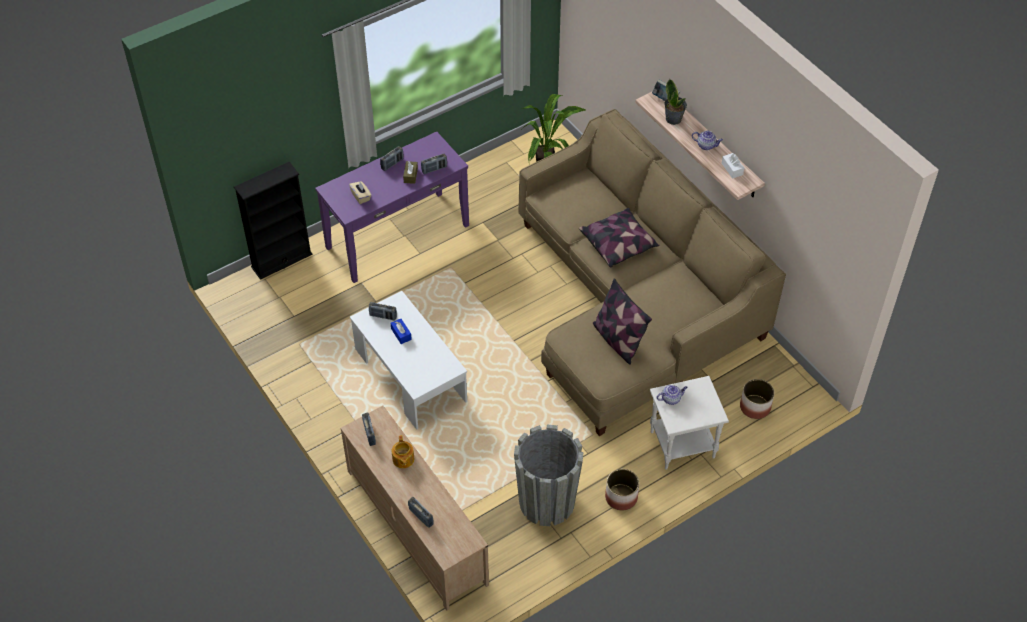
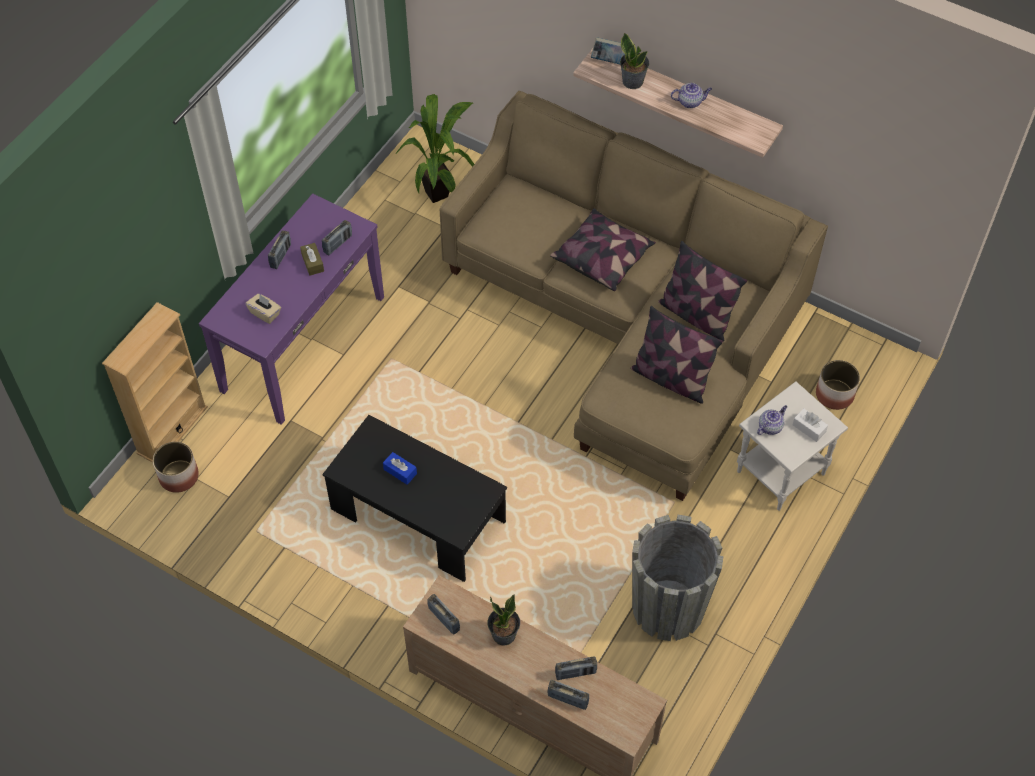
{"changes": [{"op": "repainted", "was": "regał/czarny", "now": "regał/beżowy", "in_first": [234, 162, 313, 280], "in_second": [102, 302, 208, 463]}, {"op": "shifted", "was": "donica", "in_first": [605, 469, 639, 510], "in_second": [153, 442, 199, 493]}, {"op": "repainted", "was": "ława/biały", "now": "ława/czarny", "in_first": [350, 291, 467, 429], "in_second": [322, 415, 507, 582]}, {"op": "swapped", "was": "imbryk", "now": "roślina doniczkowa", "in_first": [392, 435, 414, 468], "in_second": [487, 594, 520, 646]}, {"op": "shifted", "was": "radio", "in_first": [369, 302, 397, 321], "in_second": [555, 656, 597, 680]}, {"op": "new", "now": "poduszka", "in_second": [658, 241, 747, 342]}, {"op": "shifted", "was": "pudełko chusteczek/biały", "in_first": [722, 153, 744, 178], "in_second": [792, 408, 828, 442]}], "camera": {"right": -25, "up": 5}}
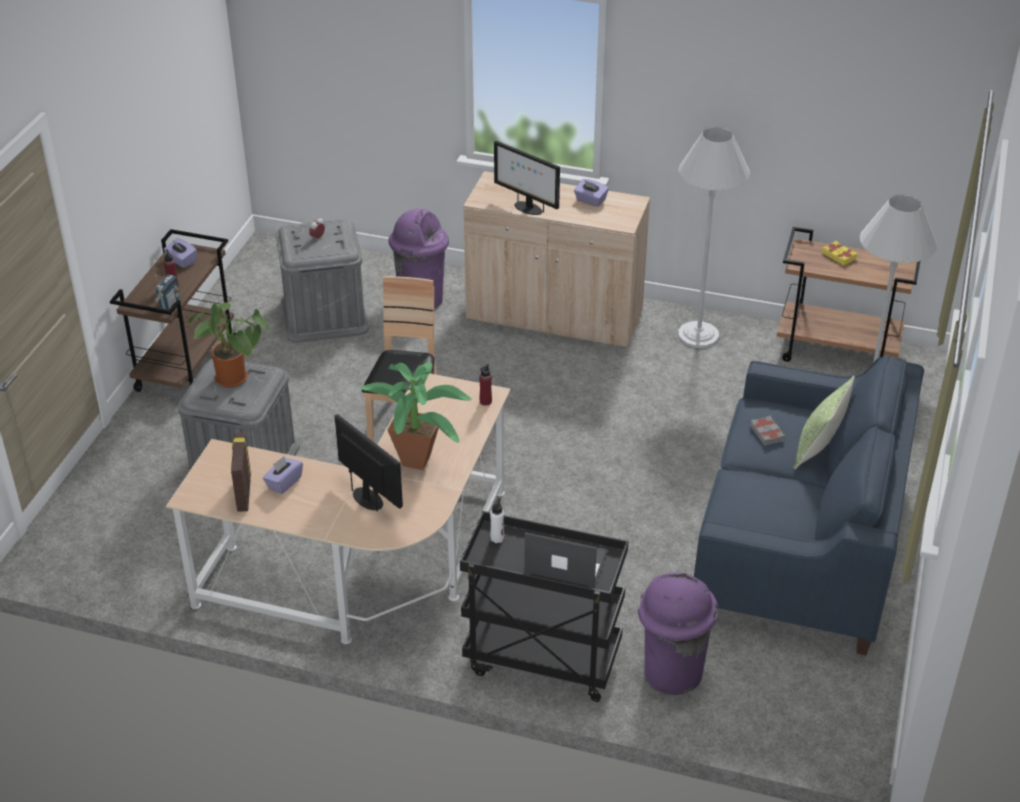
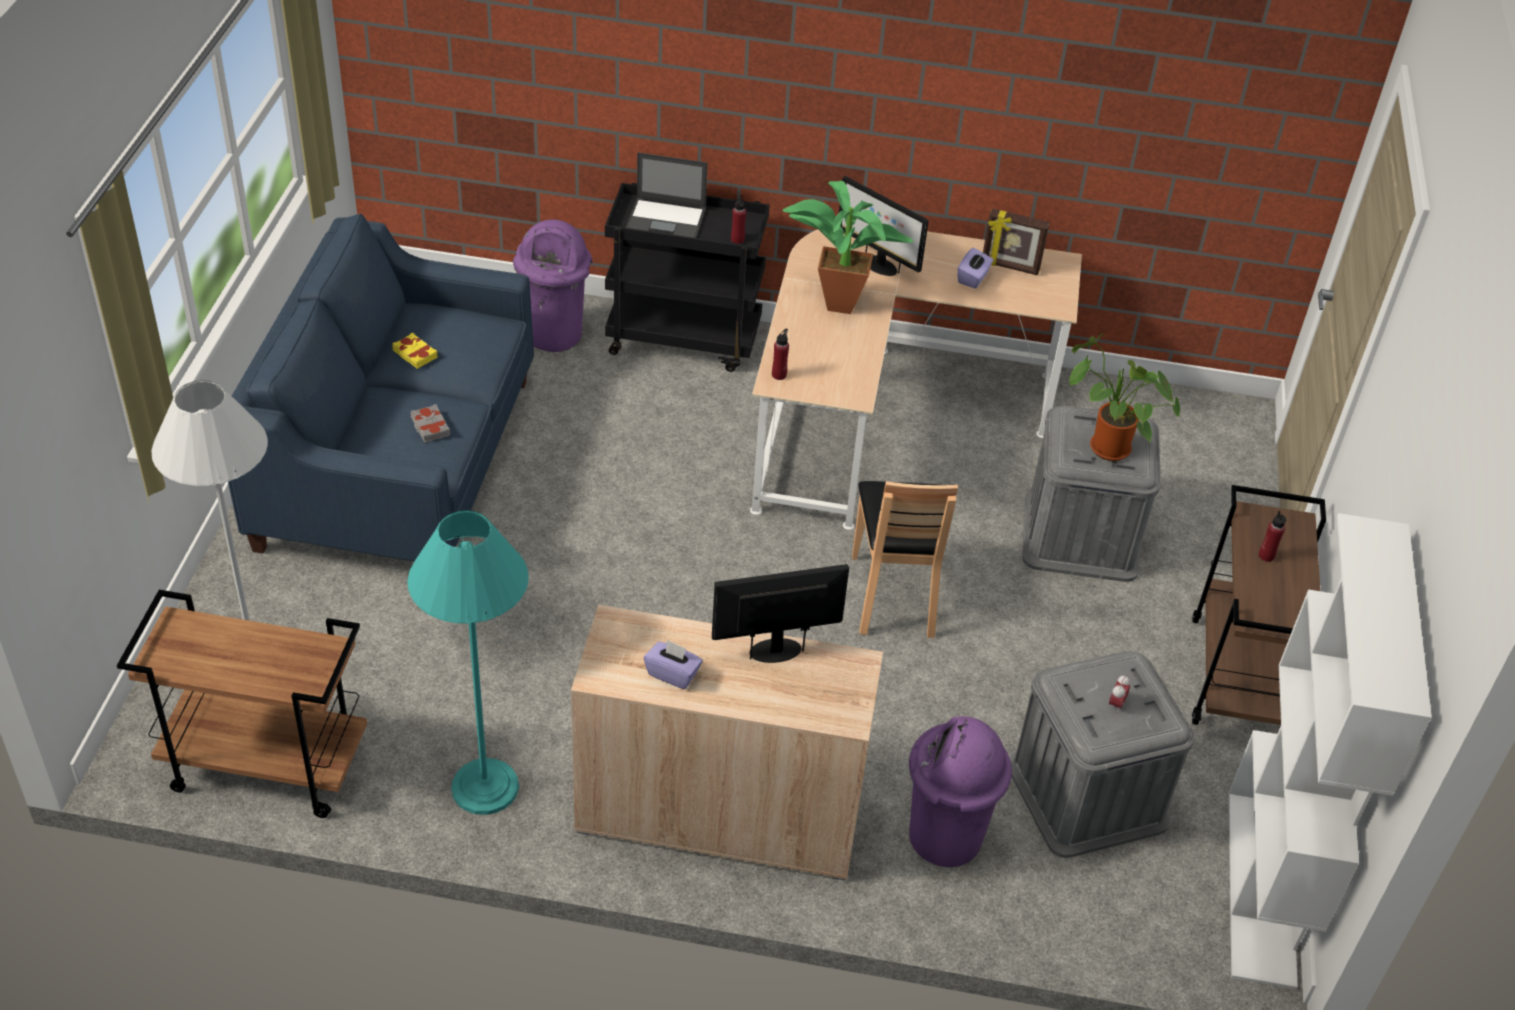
{"changes": [{"op": "shifted", "was": "książka/żółty", "in_first": [822, 241, 857, 265], "in_second": [392, 332, 437, 369]}, {"op": "repainted", "was": "lampa stojąca/biały", "now": "lampa stojąca/turkusowy", "in_first": [678, 127, 750, 348], "in_second": [407, 510, 529, 815]}, {"op": "rotated", "was": "monitor", "in_first": [494, 141, 560, 215], "in_second": [712, 564, 849, 663], "clockwise": -45}, {"op": "repainted", "was": "butelka/biały", "now": "butelka/czerwony", "in_first": [490, 498, 504, 543], "in_second": [731, 195, 746, 244]}, {"op": "rotated", "was": "ramka na zdjęcie", "in_first": [231, 433, 251, 512], "in_second": [983, 208, 1050, 275], "clockwise": 120}, {"op": "new", "now": "regał/biały", "in_second": [1229, 513, 1432, 989]}, {"op": "gone", "was": "radio", "in_first": [154, 275, 179, 310]}, {"op": "gone", "was": "pudełko chusteczek/fioletowy", "in_first": [164, 238, 197, 268]}, {"op": "gone", "was": "poduszka", "in_first": [793, 376, 855, 470]}], "camera": {"right": 170, "up": 5}}
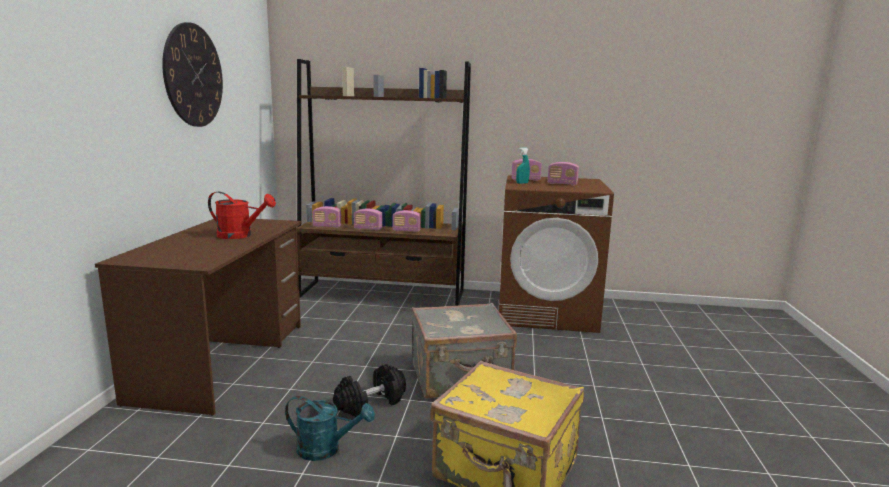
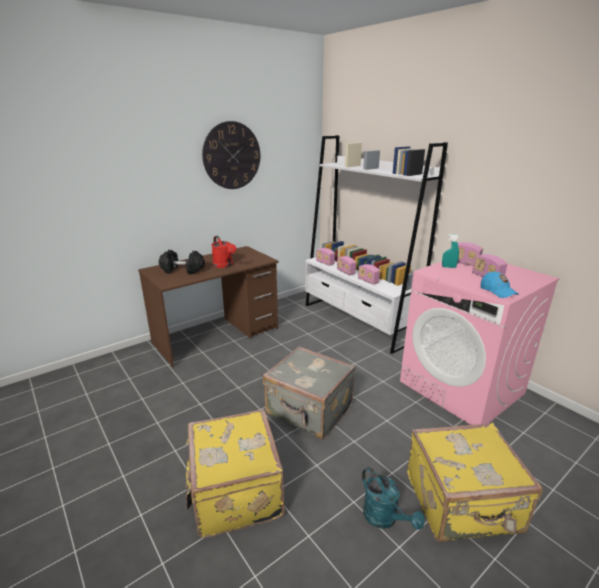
{"changes": [{"op": "shifted", "was": "hantel/czarny", "in_first": [333, 364, 406, 417], "in_second": [159, 250, 205, 274]}, {"op": "repainted", "was": "regał/brązowy", "now": "regał/biały", "in_first": [296, 59, 471, 306], "in_second": [305, 135, 448, 354]}, {"op": "shifted", "was": "konewka/turkusowy", "in_first": [285, 396, 375, 461], "in_second": [362, 467, 425, 530]}, {"op": "repainted", "was": "pralka/brązowy", "now": "pralka/różowy", "in_first": [499, 176, 614, 333], "in_second": [400, 262, 559, 425]}, {"op": "new", "now": "walizka/żółty", "in_second": [407, 423, 543, 542]}, {"op": "new", "now": "czapka z daszkiem/niebieski", "in_second": [481, 271, 519, 298]}], "camera": {"right": 45, "up": 10}}
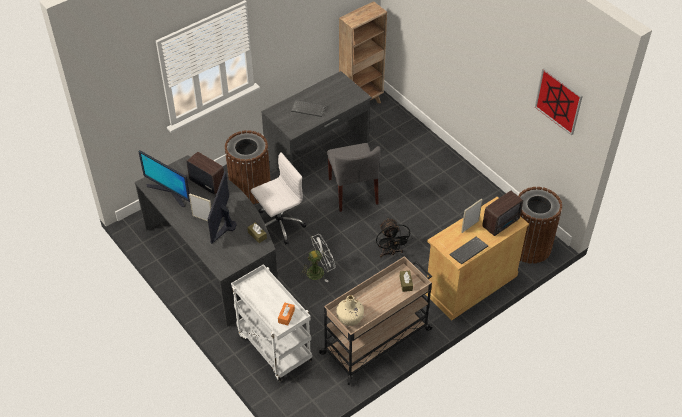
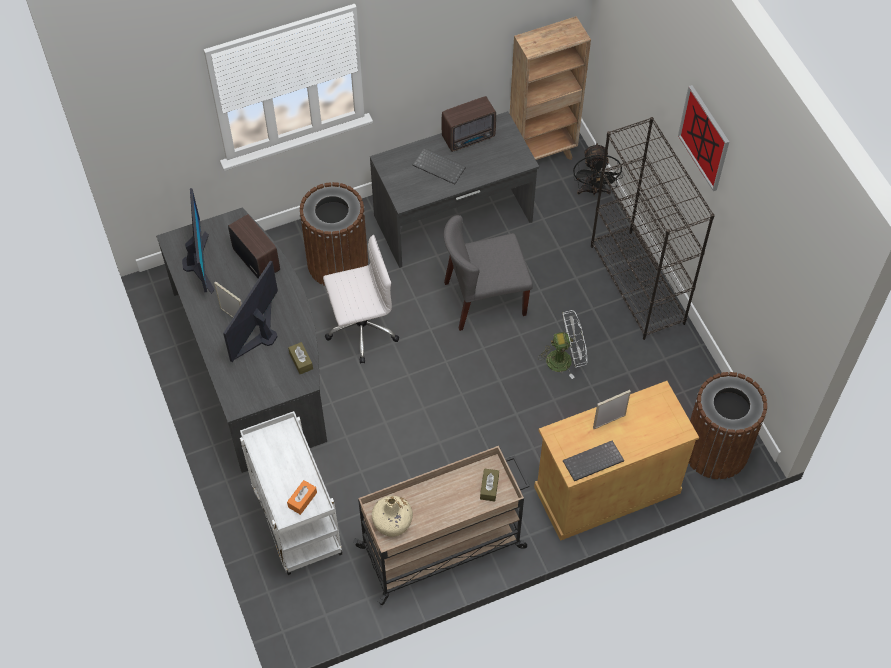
{"changes": [{"op": "rotated", "was": "monitor", "in_first": [138, 150, 190, 207], "in_second": [182, 188, 215, 294], "clockwise": -150}, {"op": "shifted", "was": "radio", "in_first": [482, 191, 523, 236], "in_second": [442, 96, 496, 152]}, {"op": "rotated", "was": "krzesło/szary", "in_first": [327, 143, 381, 212], "in_second": [444, 215, 533, 331], "clockwise": 75}, {"op": "shifted", "was": "wentylator/biały", "in_first": [300, 234, 336, 282], "in_second": [538, 310, 587, 379]}, {"op": "shifted", "was": "wentylator/czarny", "in_first": [376, 218, 412, 258], "in_second": [573, 143, 623, 196]}, {"op": "new", "now": "regał/czarny", "in_second": [591, 117, 715, 340]}, {"op": "shifted", "was": "obraz", "in_first": [535, 68, 583, 135], "in_second": [678, 85, 729, 191]}], "camera": {"right": 15, "up": 10}}
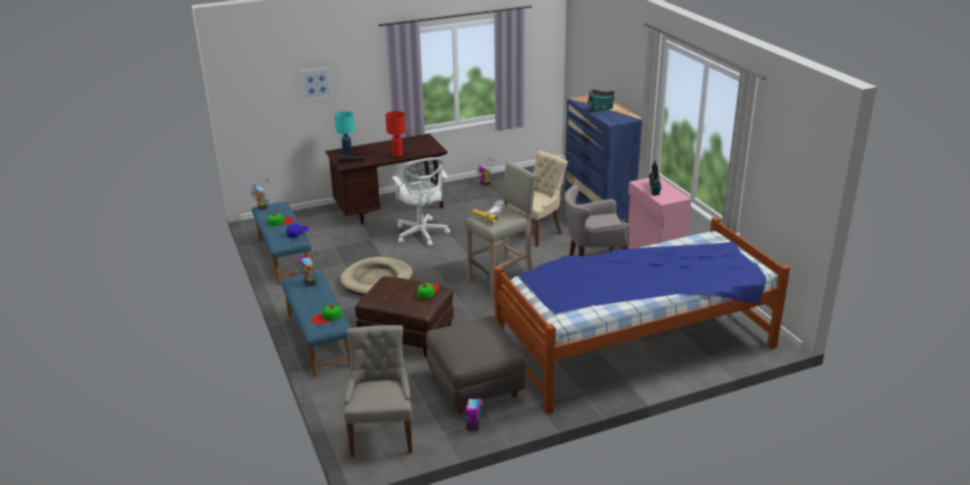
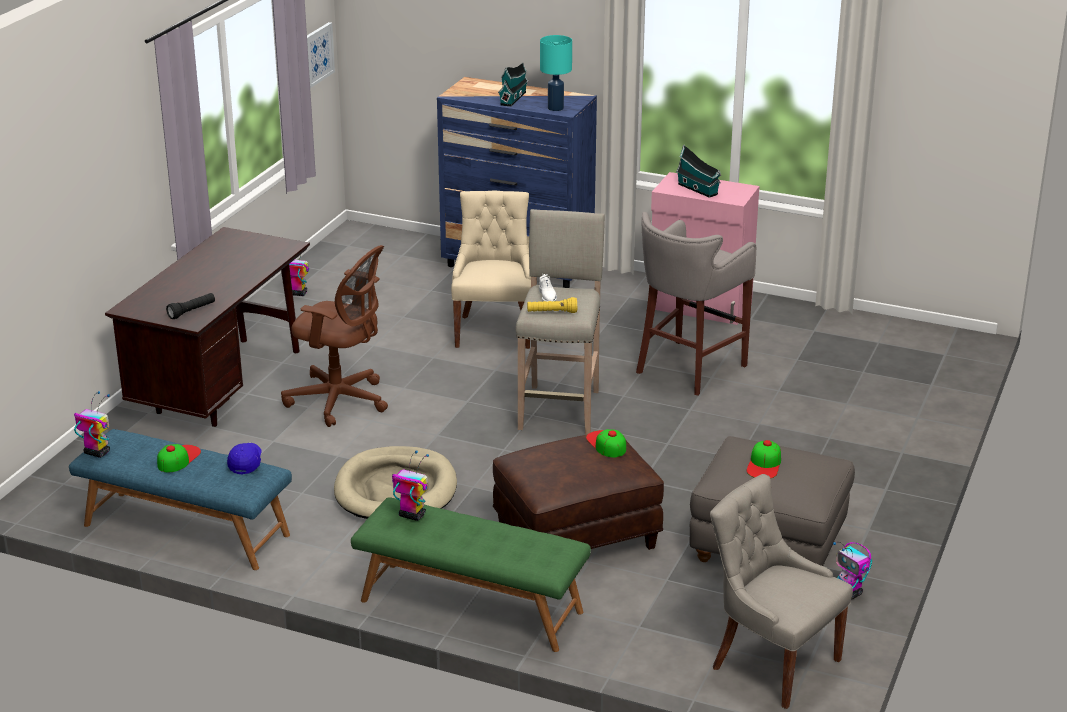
{"changes": [{"op": "repainted", "was": "krzesło biurowe/biały", "now": "krzesło biurowe/brązowy", "in_first": [392, 157, 451, 246], "in_second": [281, 245, 388, 427]}, {"op": "shifted", "was": "obraz", "in_first": [299, 67, 334, 102], "in_second": [307, 22, 335, 88]}, {"op": "repainted", "was": "ławka/niebieski", "now": "ławka/zielony", "in_first": [281, 272, 351, 377], "in_second": [351, 497, 591, 652]}, {"op": "shifted", "was": "lampa stołowa/turkusowy", "in_first": [335, 111, 354, 154], "in_second": [540, 35, 572, 111]}, {"op": "shifted", "was": "czapka z daszkiem", "in_first": [311, 305, 342, 325], "in_second": [747, 440, 781, 479]}, {"op": "gone", "was": "lampa stołowa/czerwony", "in_first": [386, 111, 406, 157]}, {"op": "gone", "was": "łóżko", "in_first": [494, 217, 790, 414]}], "camera": {"right": -45, "up": 0}}
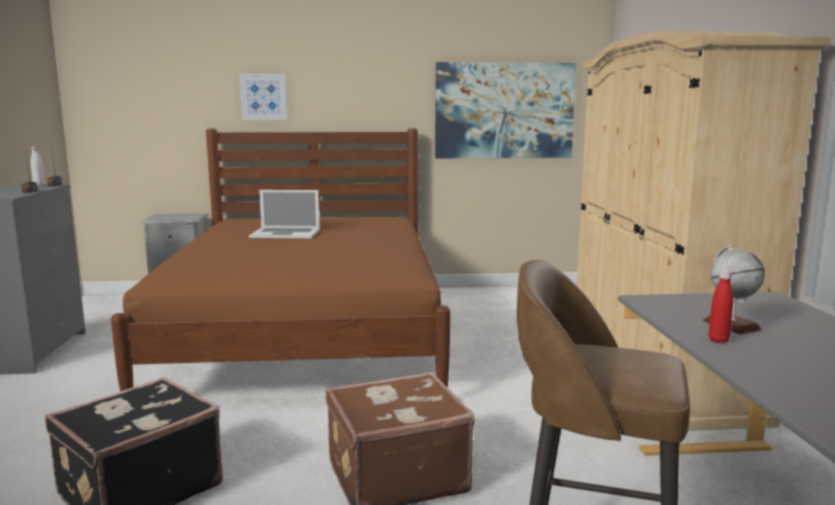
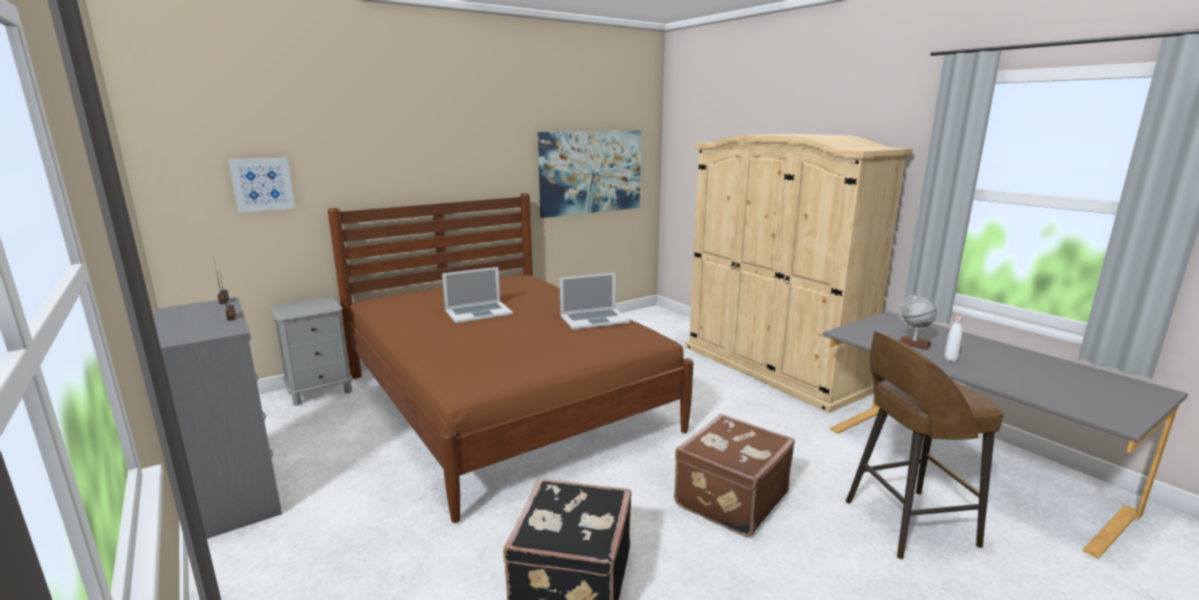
{"changes": [{"op": "shifted", "was": "obraz", "in_first": [239, 73, 287, 120], "in_second": [228, 158, 295, 213]}, {"op": "new", "now": "laptop", "in_second": [560, 273, 630, 330]}, {"op": "shifted", "was": "butelka/biały", "in_first": [31, 146, 45, 186], "in_second": [944, 316, 963, 362]}, {"op": "gone", "was": "butelka/czerwony", "in_first": [709, 270, 733, 343]}], "camera": {"right": -30, "up": 5}}
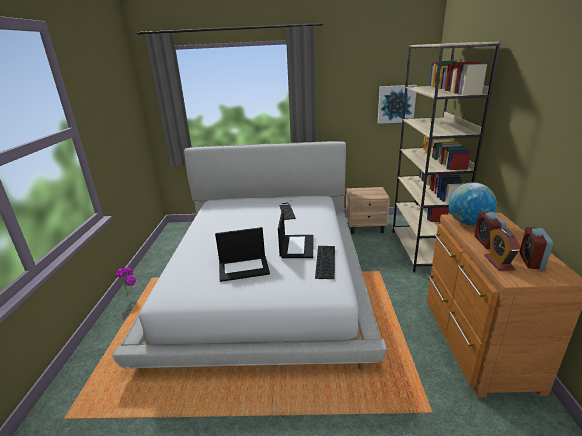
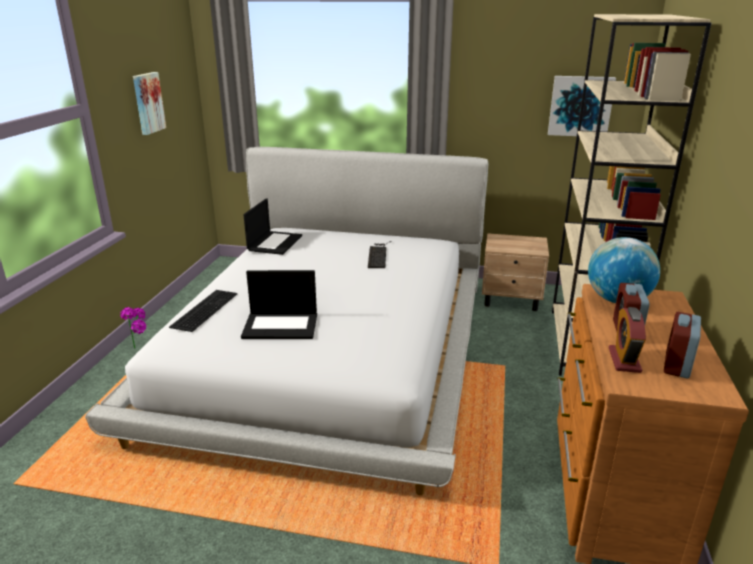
{"changes": [{"op": "new", "now": "obraz", "in_second": [133, 72, 166, 135]}, {"op": "shifted", "was": "klawiatura", "in_first": [315, 246, 335, 279], "in_second": [169, 290, 237, 332]}, {"op": "shifted", "was": "laptop", "in_first": [278, 209, 314, 258], "in_second": [243, 198, 302, 255]}], "camera": {"right": 10, "up": 0}}
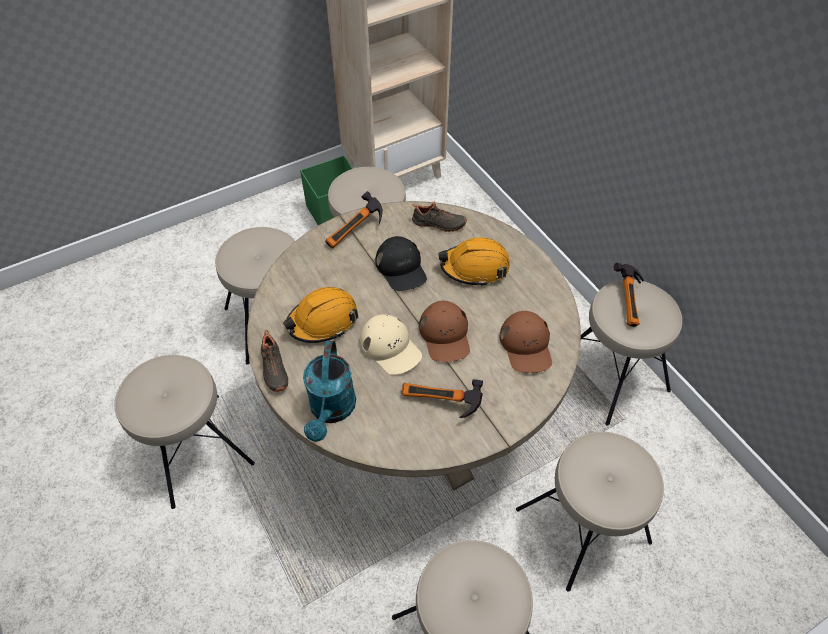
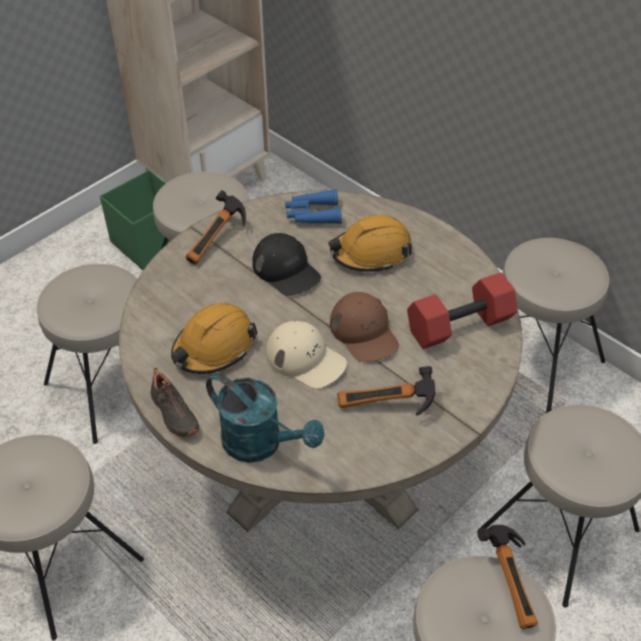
{"changes": [{"op": "rotated", "was": "konewka/turkusowy", "in_first": [303, 340, 356, 442], "in_second": [206, 373, 324, 463], "clockwise": -45}, {"op": "swapped", "was": "but/czarny", "now": "lornetka/niebieski", "in_first": [412, 201, 467, 232], "in_second": [285, 189, 342, 224]}, {"op": "swapped", "was": "czapka z daszkiem/brązowy", "now": "hantel/czerwony", "in_first": [500, 311, 552, 373], "in_second": [407, 272, 517, 349]}, {"op": "shifted", "was": "młotek", "in_first": [614, 263, 644, 327], "in_second": [477, 525, 538, 629]}], "camera": {"right": -15, "up": -5}}
